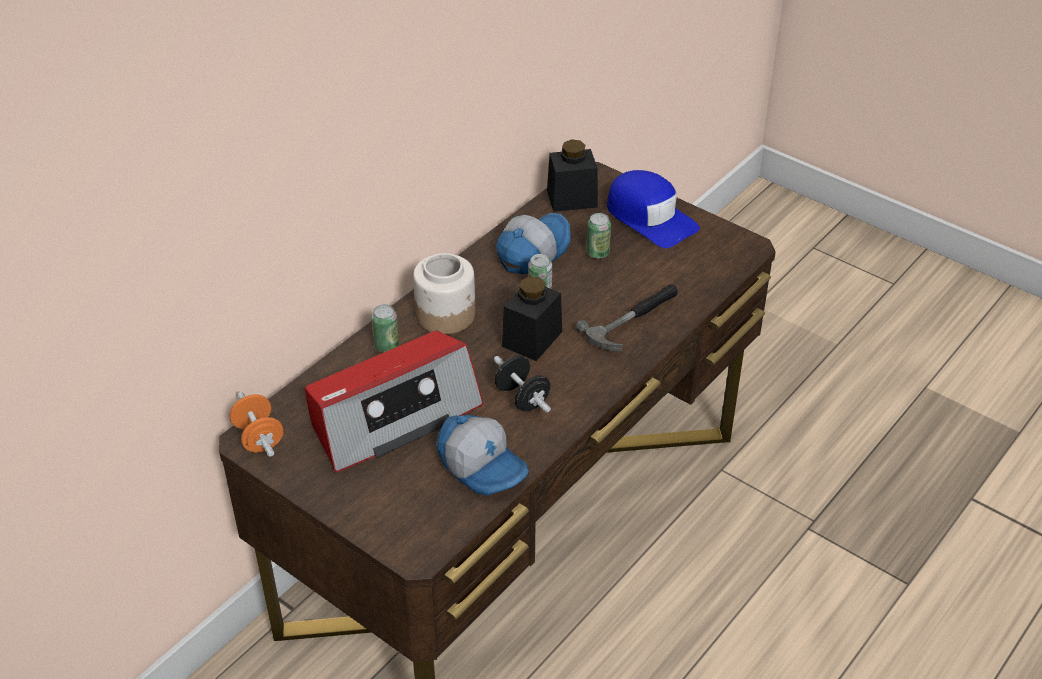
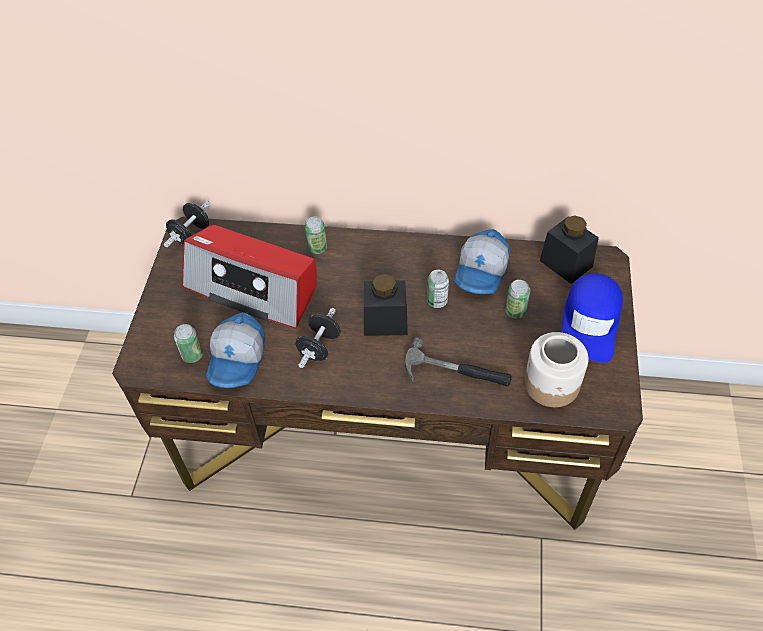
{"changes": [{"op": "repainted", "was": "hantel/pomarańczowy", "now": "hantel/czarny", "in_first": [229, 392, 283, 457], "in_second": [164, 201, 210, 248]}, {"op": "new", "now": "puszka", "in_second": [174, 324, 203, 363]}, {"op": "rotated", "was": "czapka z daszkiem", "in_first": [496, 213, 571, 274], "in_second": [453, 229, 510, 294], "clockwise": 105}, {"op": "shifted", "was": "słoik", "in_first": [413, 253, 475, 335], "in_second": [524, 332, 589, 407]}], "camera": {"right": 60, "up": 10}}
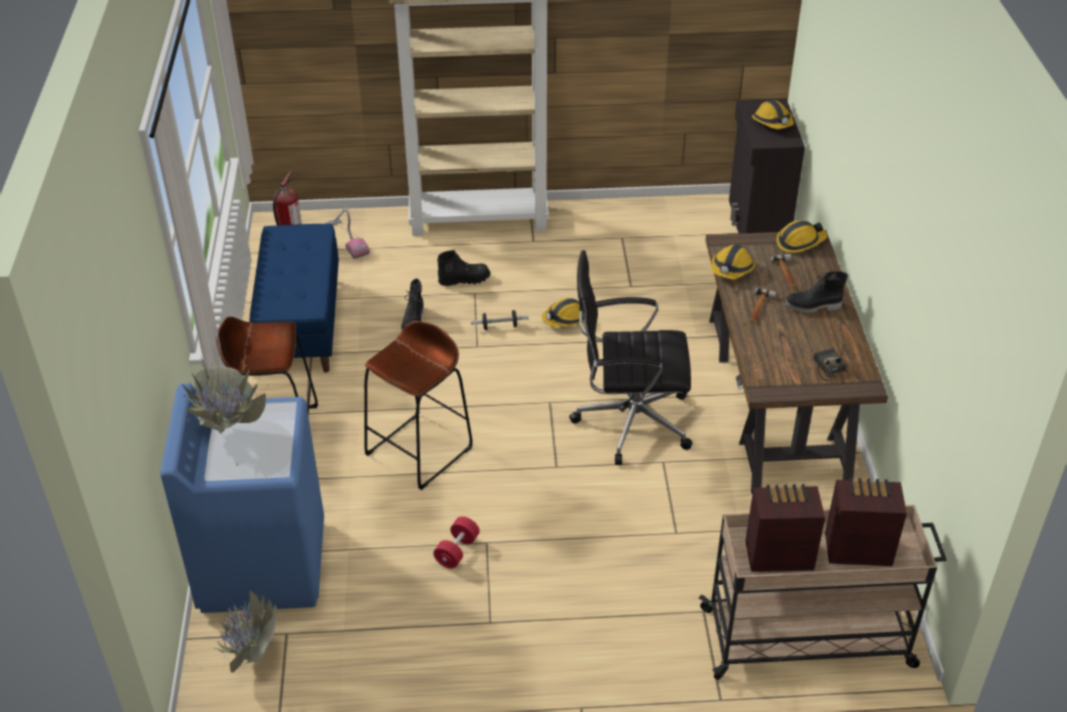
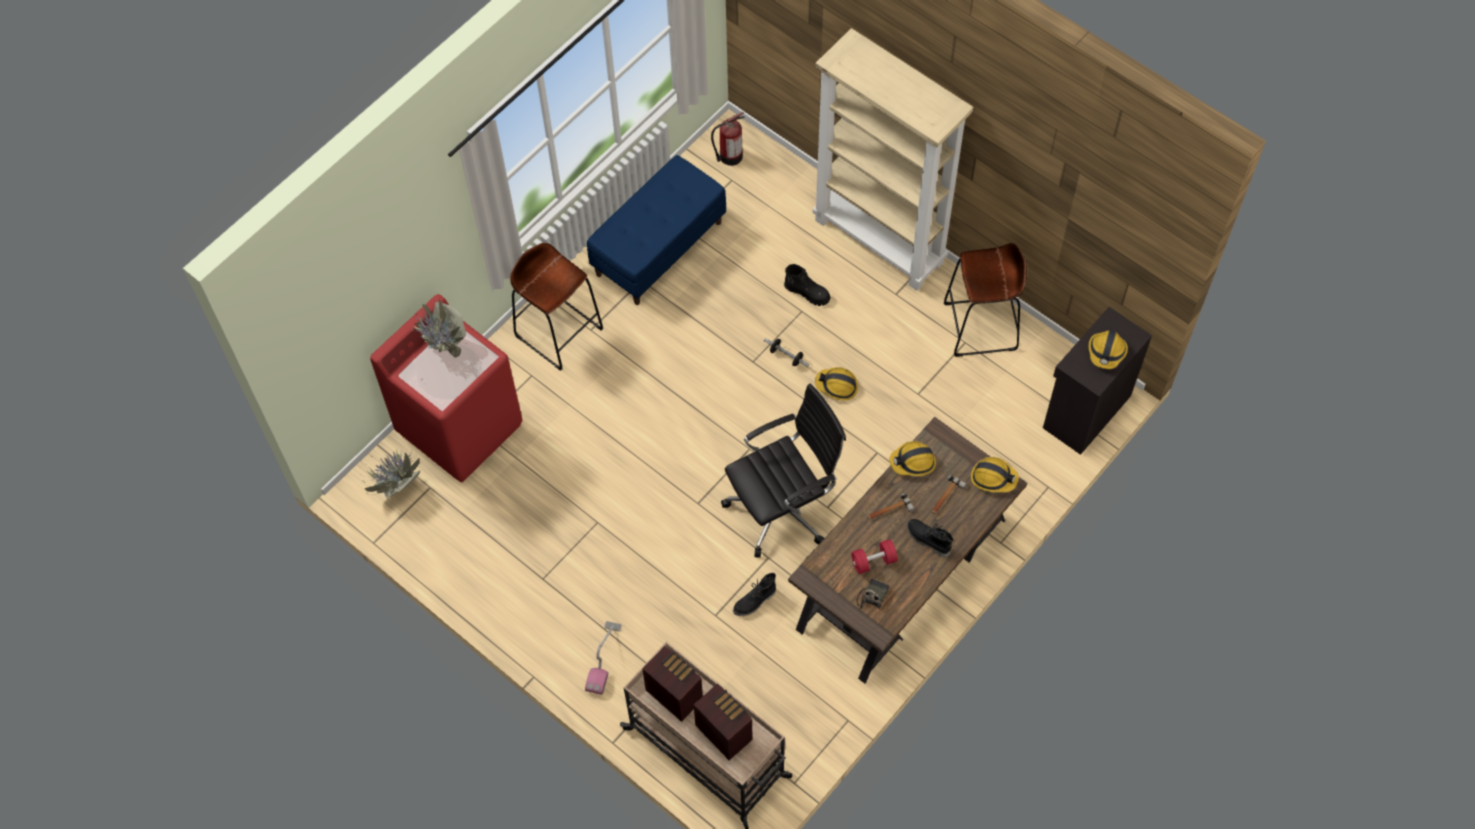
{"changes": [{"op": "repainted", "was": "pralka/niebieski", "now": "pralka/czerwony", "in_first": [160, 383, 324, 613], "in_second": [370, 294, 522, 482]}, {"op": "shifted", "was": "odkurzacz", "in_first": [326, 208, 370, 259], "in_second": [585, 621, 622, 695]}, {"op": "rotated", "was": "krzesło biurowe/czarny", "in_first": [569, 250, 692, 465], "in_second": [721, 384, 846, 558], "clockwise": 105}, {"op": "shifted", "was": "but z cholewką/czarny", "in_first": [401, 279, 424, 331], "in_second": [733, 573, 776, 616]}, {"op": "shifted", "was": "hantel/czerwony", "in_first": [433, 516, 480, 568], "in_second": [851, 539, 898, 574]}, {"op": "shifted", "was": "stołek/brązowy", "in_first": [364, 321, 473, 490], "in_second": [944, 243, 1027, 357]}], "camera": {"right": 45, "up": 20}}
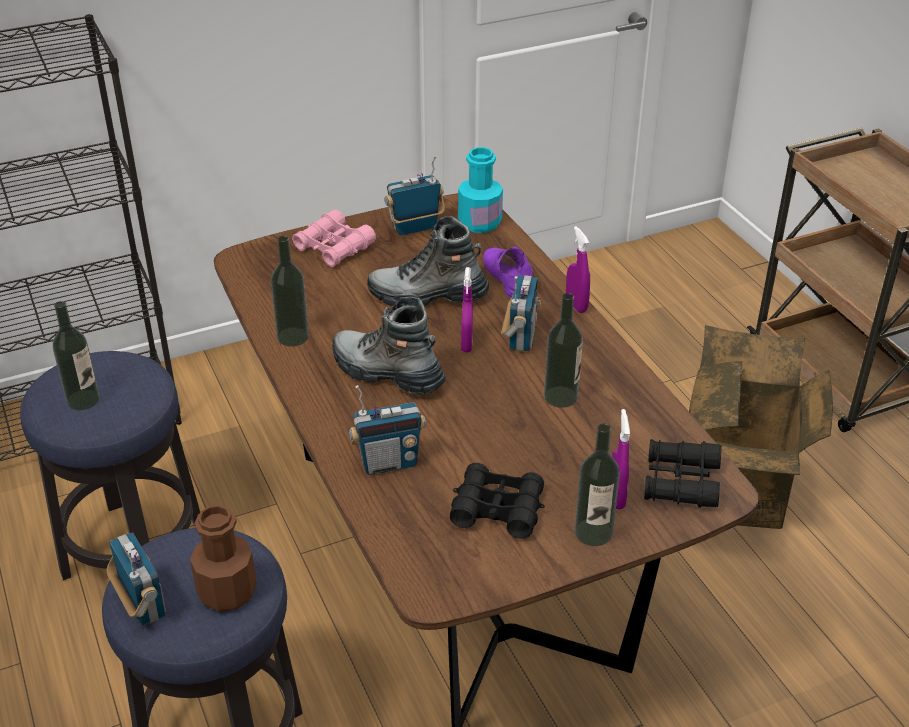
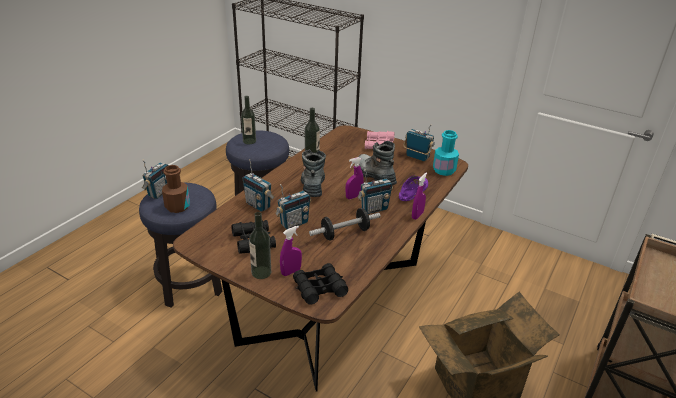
{"changes": [{"op": "new", "now": "radio", "in_second": [275, 184, 311, 229]}, {"op": "swapped", "was": "butelka", "now": "hantel", "in_first": [544, 293, 583, 408], "in_second": [309, 208, 381, 241]}], "camera": {"right": 55, "up": -5}}
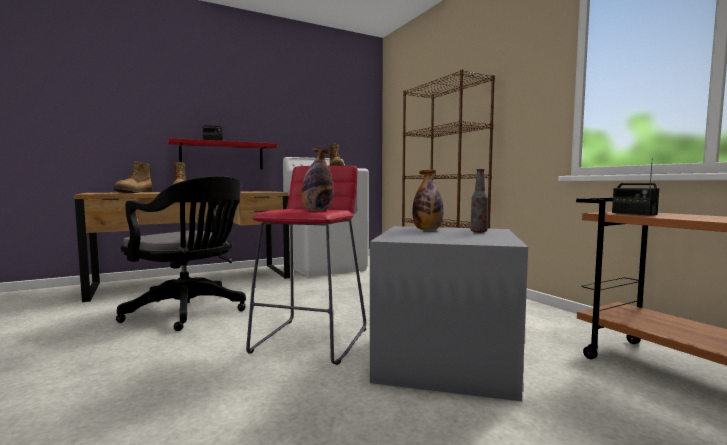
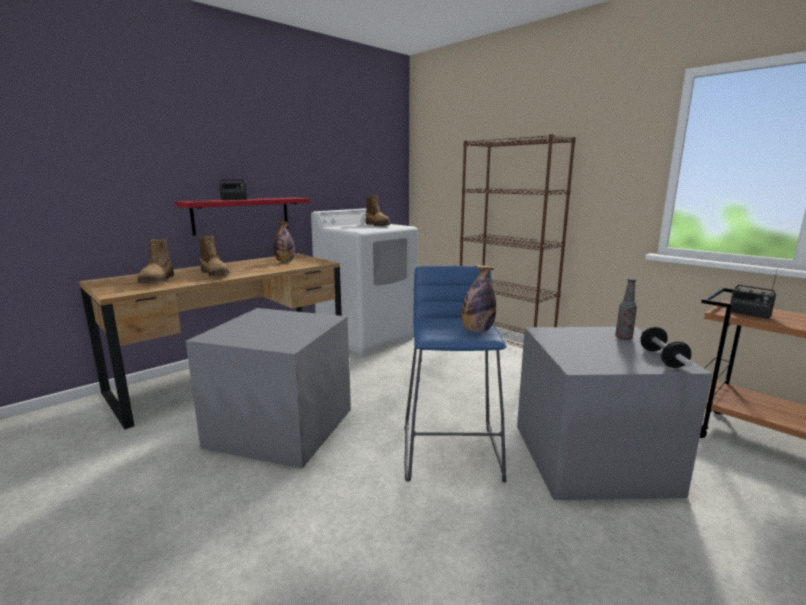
{"changes": [{"op": "swapped", "was": "krzesło biurowe/czarny", "now": "pojemnik do przechowywania/szary", "in_first": [116, 176, 246, 331], "in_second": [186, 308, 351, 468]}, {"op": "shifted", "was": "butelka", "in_first": [412, 170, 444, 230], "in_second": [274, 221, 295, 262]}, {"op": "repainted", "was": "stołek/czerwony", "now": "stołek/niebieski", "in_first": [246, 165, 366, 365], "in_second": [404, 266, 507, 482]}, {"op": "new", "now": "hantel", "in_second": [640, 327, 693, 368]}], "camera": {"right": -15, "up": 10}}
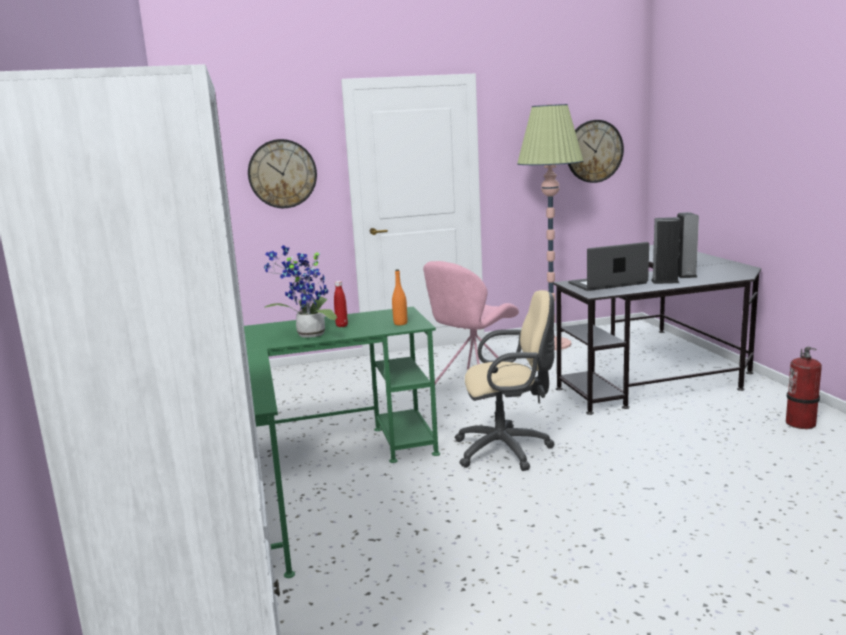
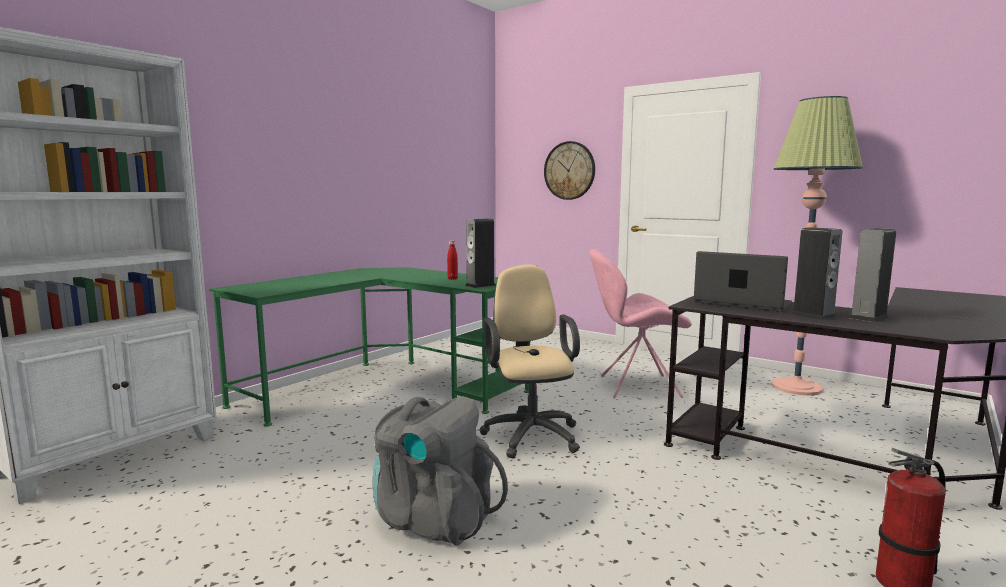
{"changes": [{"op": "new", "now": "plecak/szary", "in_second": [373, 397, 508, 546]}, {"op": "swapped", "was": "butelka/pomarańczowy", "now": "głośnik", "in_first": [392, 269, 407, 325], "in_second": [465, 219, 496, 288]}, {"op": "rotated", "was": "krzesło biurowe/beżowy", "in_first": [455, 290, 555, 471], "in_second": [479, 264, 580, 458], "clockwise": -150}, {"op": "gone", "was": "roślina doniczkowa", "in_first": [264, 245, 337, 338]}, {"op": "gone", "was": "zegar ścienny", "in_first": [568, 120, 624, 183]}], "camera": {"right": 50, "up": -5}}
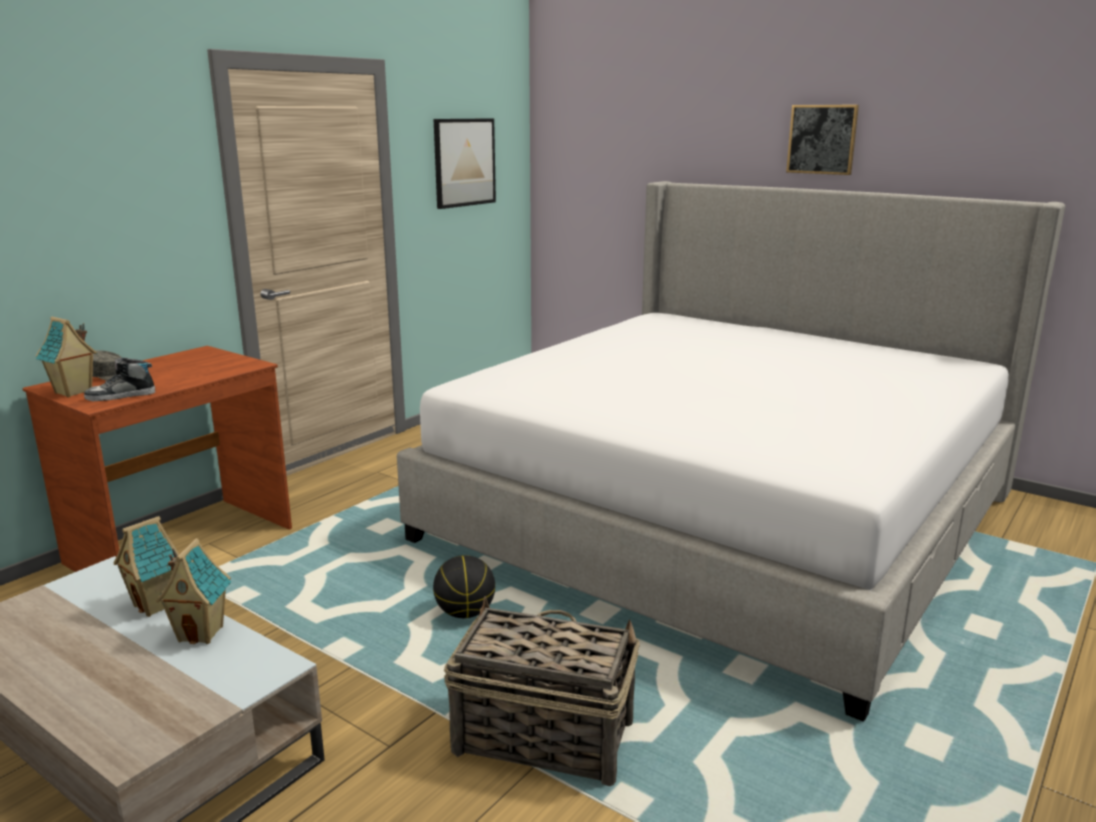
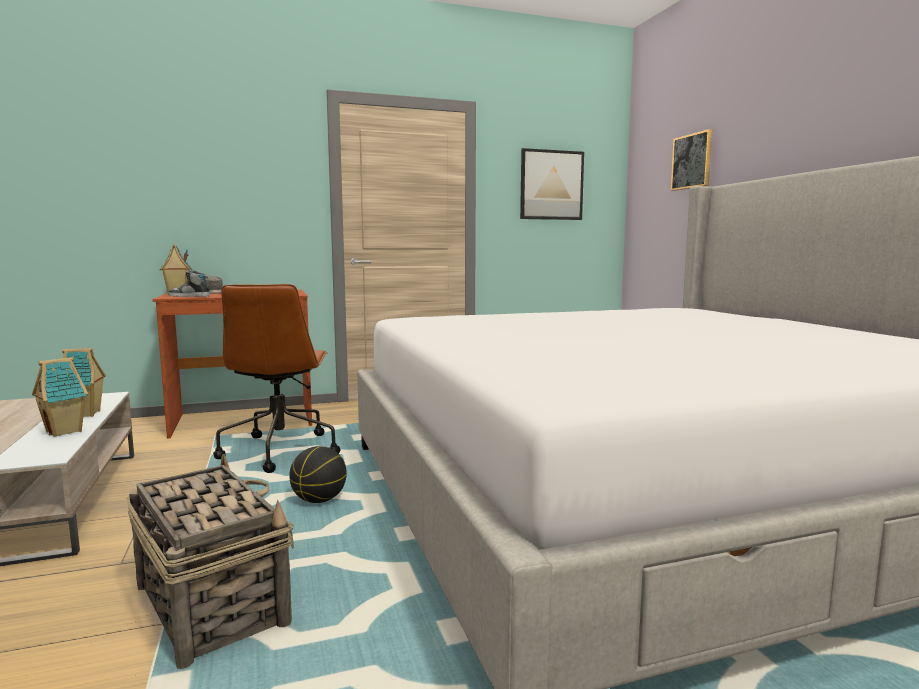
{"changes": [{"op": "new", "now": "krzesło biurowe/brązowy", "in_second": [213, 284, 340, 473]}, {"op": "shifted", "was": "obraz", "in_first": [786, 105, 859, 175], "in_second": [671, 129, 712, 191]}], "camera": {"right": 35, "up": -10}}
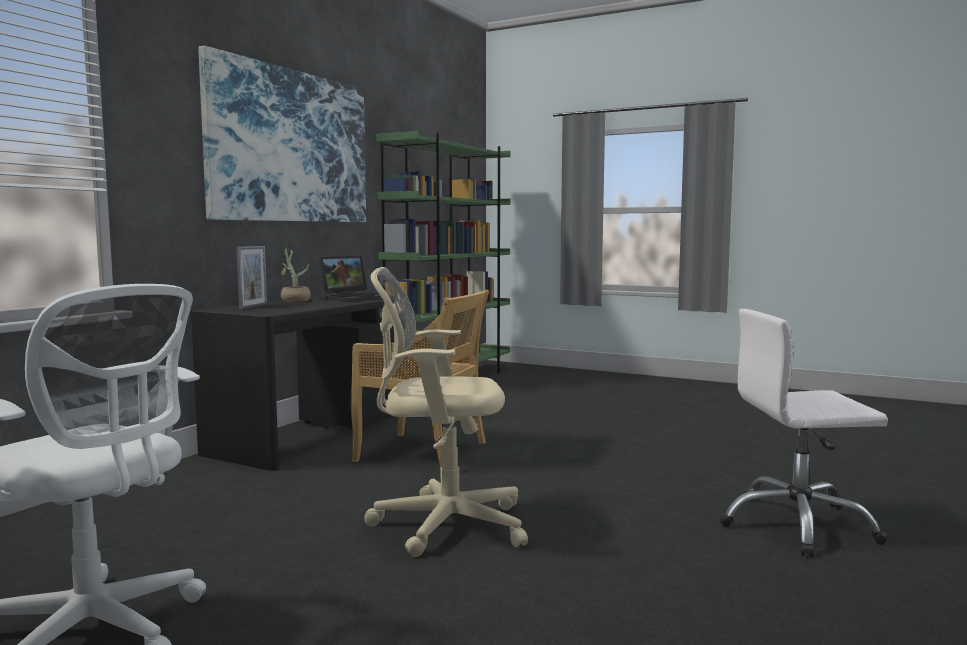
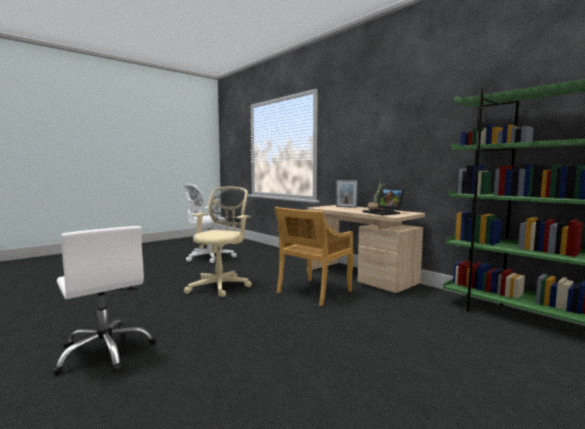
{"changes": [{"op": "rotated", "was": "krzesło biurowe/biały", "in_first": [719, 309, 888, 557], "in_second": [51, 226, 156, 375], "clockwise": 120}, {"op": "repainted", "was": "biurko/czarny", "now": "biurko/beżowy", "in_first": [191, 294, 409, 471], "in_second": [307, 205, 425, 293]}, {"op": "gone", "was": "obraz", "in_first": [198, 46, 366, 222]}], "camera": {"right": 110, "up": 0}}
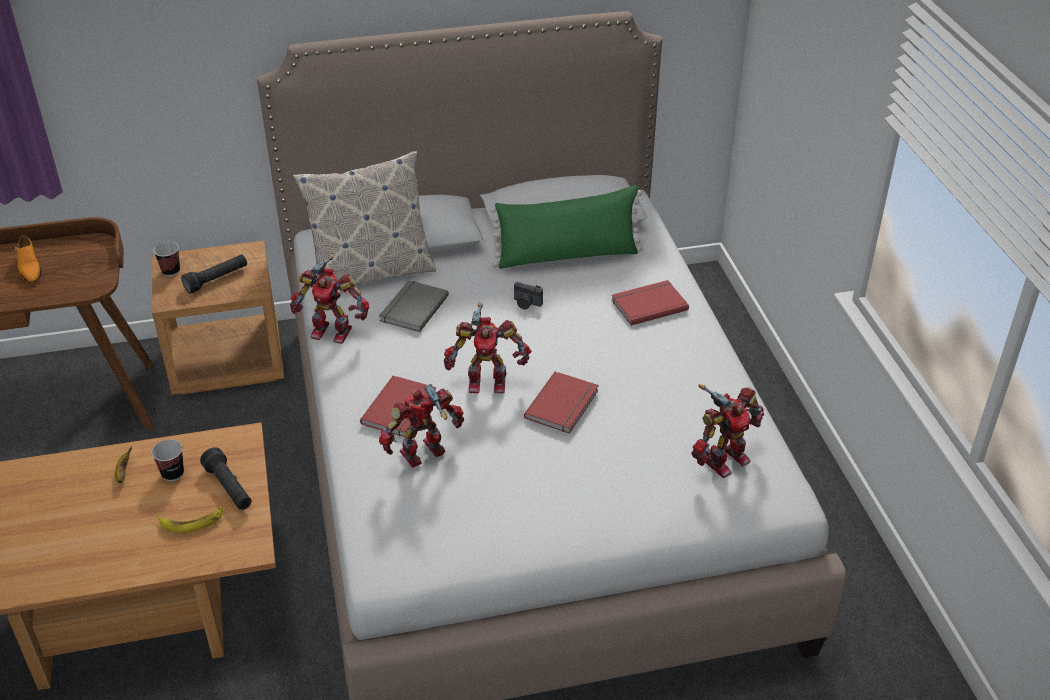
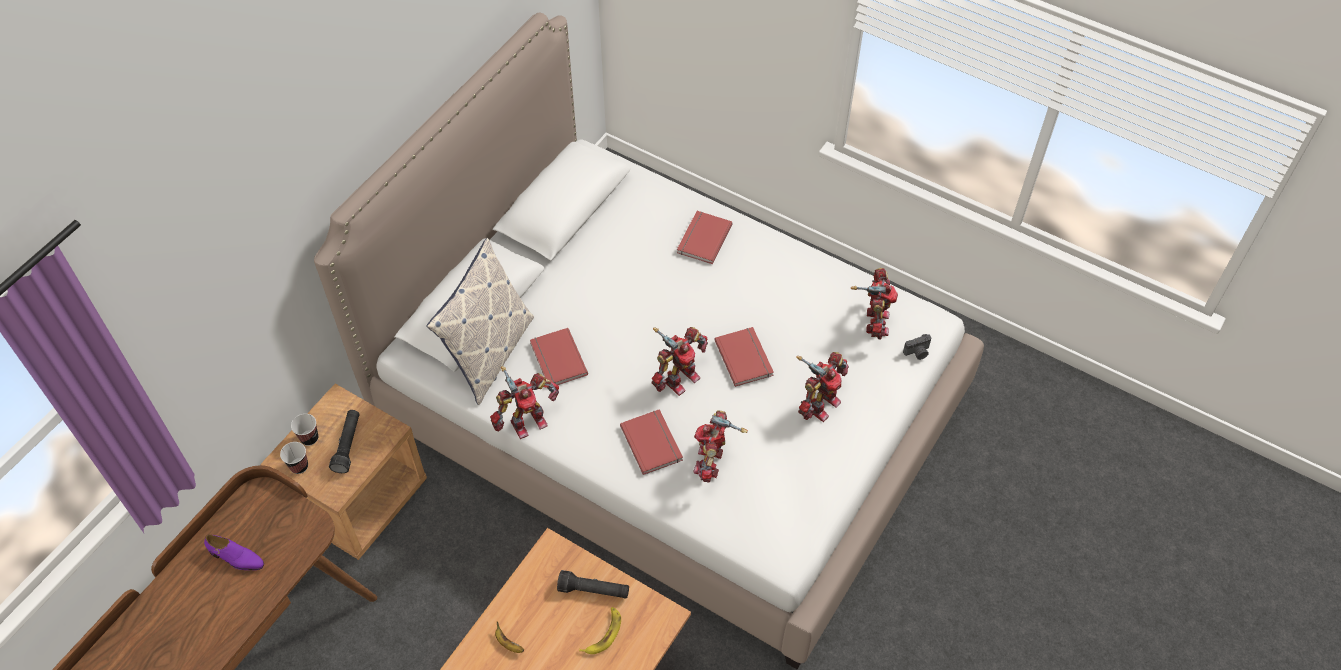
{"changes": [{"op": "repainted", "was": "but/pomarańczowy", "now": "but/fioletowy", "in_first": [15, 235, 41, 284], "in_second": [204, 534, 264, 570]}, {"op": "shifted", "was": "filiżanka", "in_first": [151, 439, 184, 481], "in_second": [291, 414, 318, 446]}, {"op": "repainted", "was": "książka/szary", "now": "książka/czerwony", "in_first": [379, 280, 449, 332], "in_second": [530, 328, 588, 385]}, {"op": "new", "now": "robot zabawkowy", "in_second": [796, 352, 849, 422]}, {"op": "shifted", "was": "aparat fotograficzny", "in_first": [514, 282, 543, 309], "in_second": [903, 334, 931, 360]}, {"op": "gone", "was": "poduszka/zielony", "in_first": [490, 185, 643, 269]}], "camera": {"right": -45, "up": 15}}
